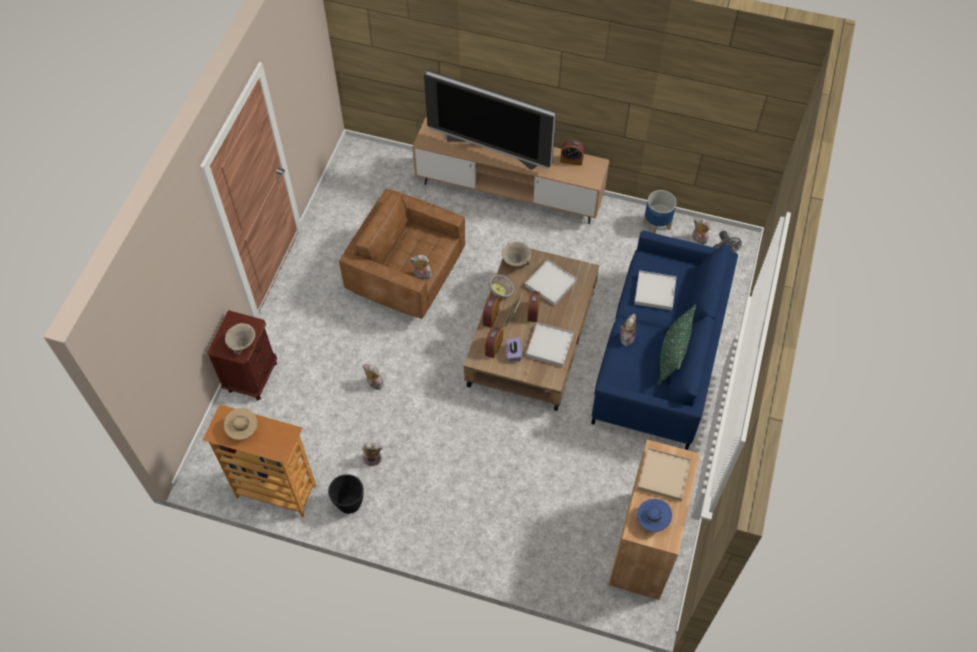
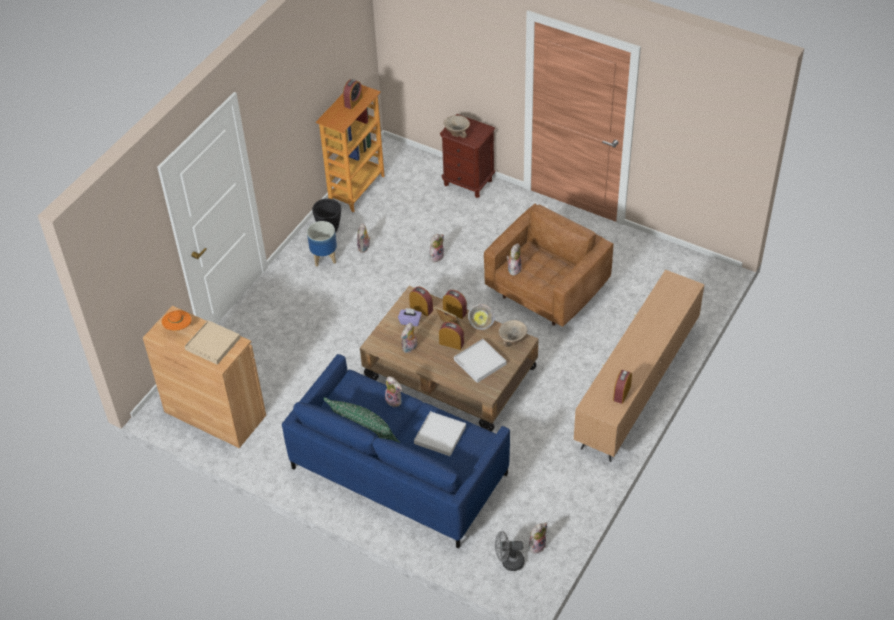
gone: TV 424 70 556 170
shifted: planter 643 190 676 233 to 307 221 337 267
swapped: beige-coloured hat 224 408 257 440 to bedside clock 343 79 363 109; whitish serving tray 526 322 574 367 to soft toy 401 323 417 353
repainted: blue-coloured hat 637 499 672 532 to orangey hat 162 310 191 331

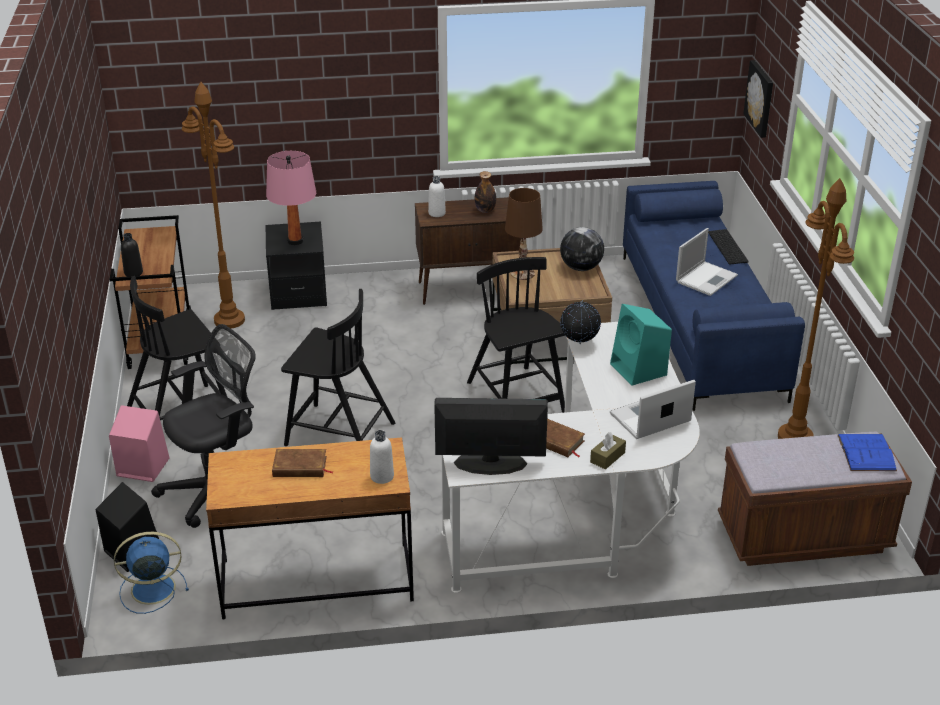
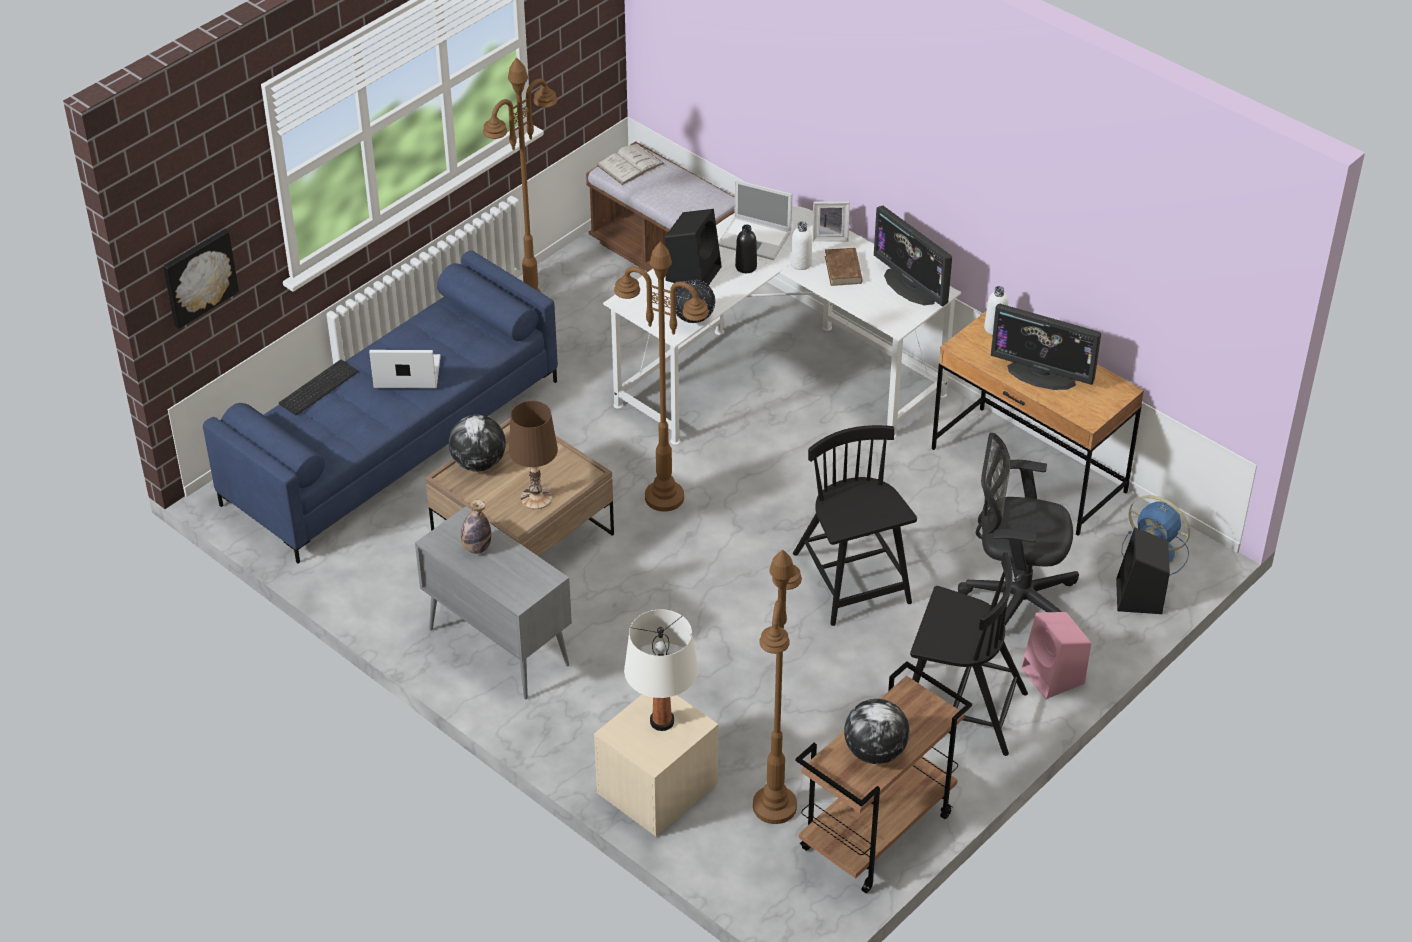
new: desk globe 844 699 909 764
shifted: black beverage bottle 121 233 143 277 to 735 225 757 273; whitish beverage bottle 428 176 446 217 to 790 221 812 270
swapped: brown-coloured book 272 449 333 477 to computer display 991 303 1101 390; black upright chair 467 257 565 413 to brown-coloured standing lamp 614 241 709 512; brown-coloured tissue holder 590 432 626 470 to picture frame 812 201 850 242
repainted: pink lamp for a table 266 151 316 245 to whitish lamp for a table 624 609 698 731; black bedside table 266 222 327 310 to beige-coloured bedside table 594 694 718 836; brown-coloured cabinet 415 197 521 305 to greyish cabinet 415 506 572 700; turquoise-coloured loudspeaker 610 304 672 386 to black loudspeaker 665 209 722 285; blue-coloured book 838 434 897 471 to whitish book 597 144 664 185

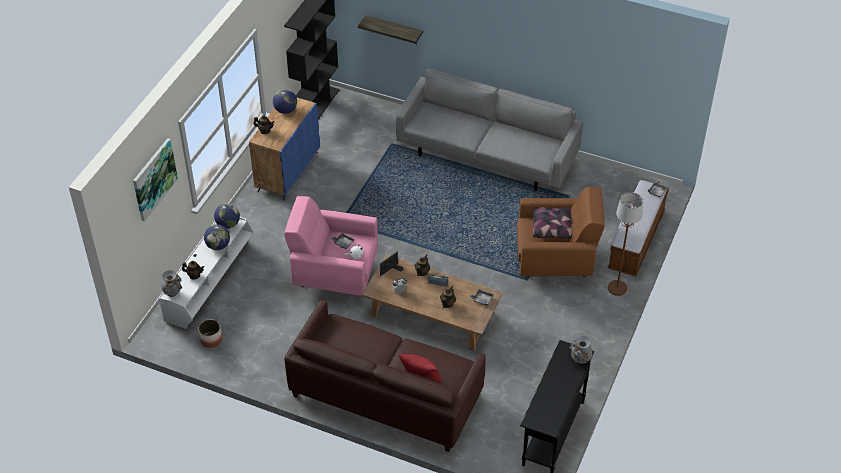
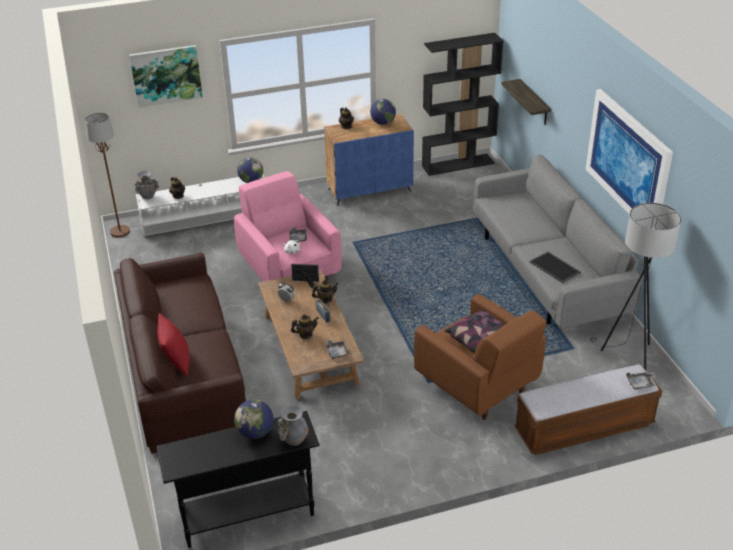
gone: planter 198 319 223 348
new: serving tray 530 252 581 283; wall art 586 89 673 215; greyish standing lamp 590 203 681 370
shifted: desk globe 204 224 230 250 to 234 399 273 439; brown-coloured standing lamp 608 192 643 296 to 85 113 130 237

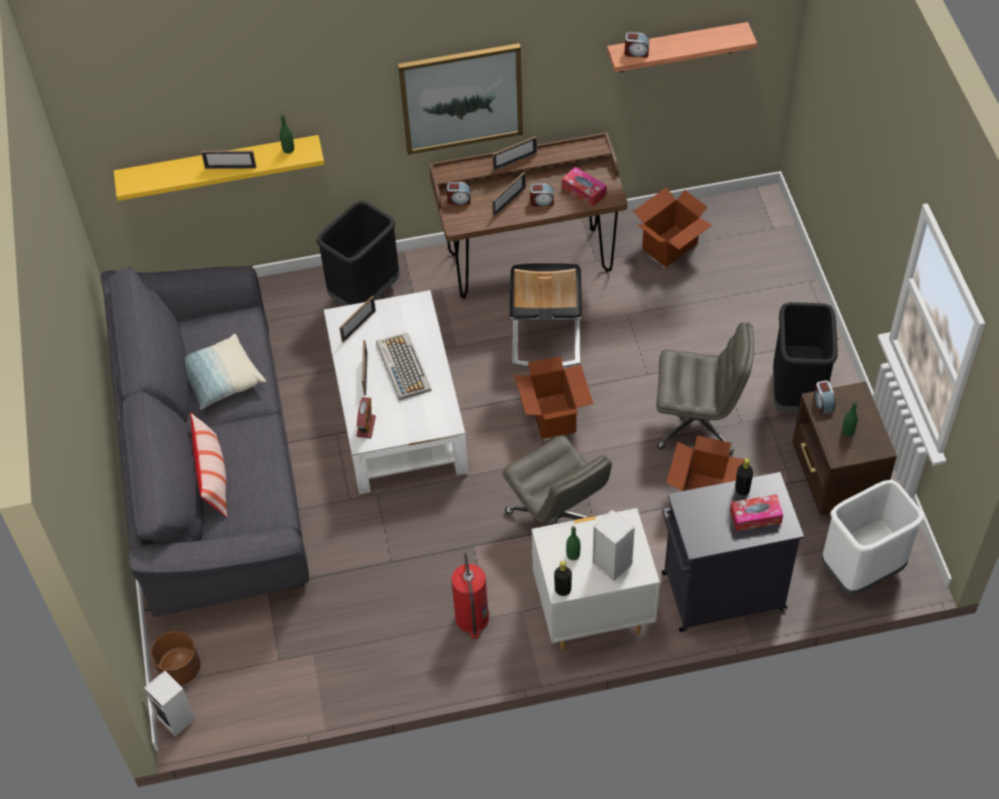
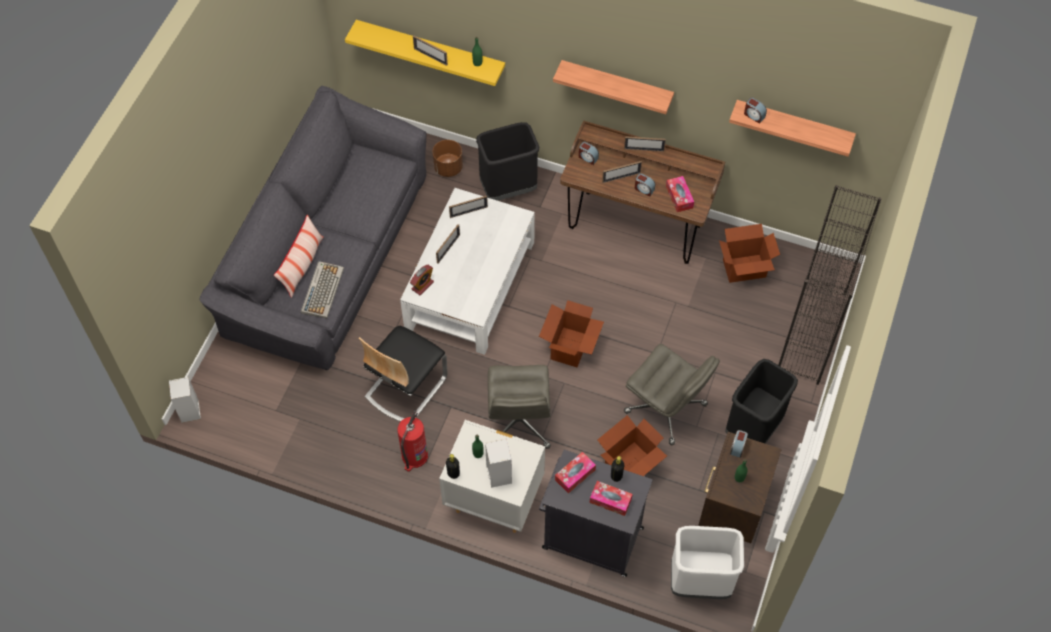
gone: throw pillow 185 334 266 410
new: tissue holder 555 452 596 493; black shelving unit 778 185 882 385
shifted: brown-coloured planter 151 631 200 685 to 433 140 463 177; PC keyboard 376 333 432 401 to 301 261 344 318; upright chair 510 263 582 367 to 359 326 448 422
swapped: wall art 398 43 523 155 to shelf 553 60 674 114

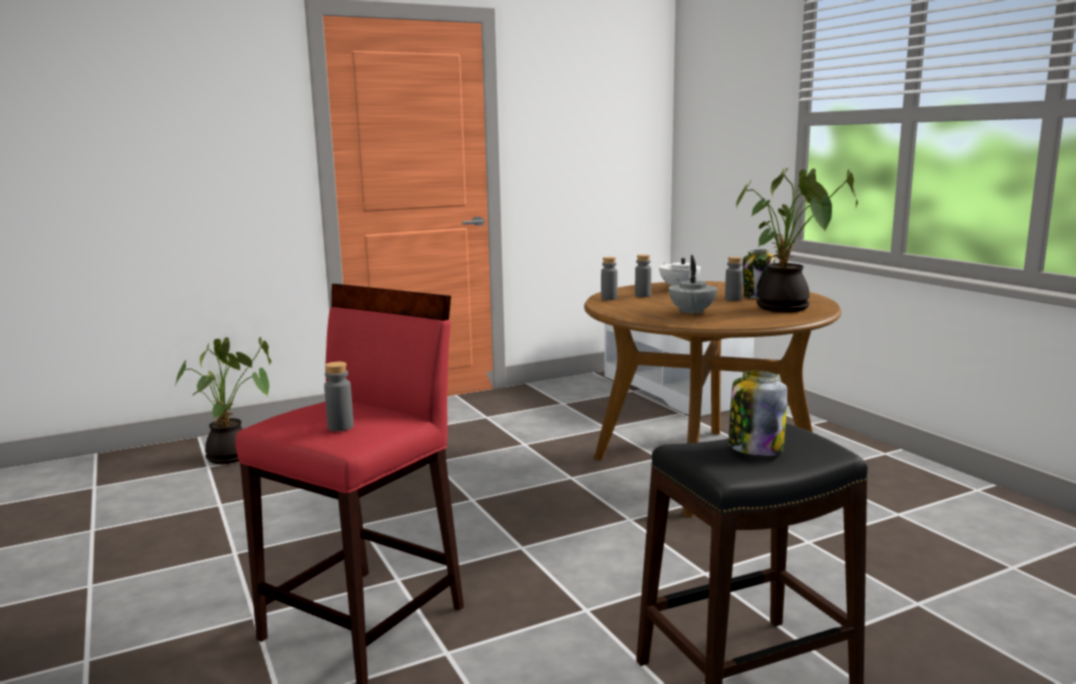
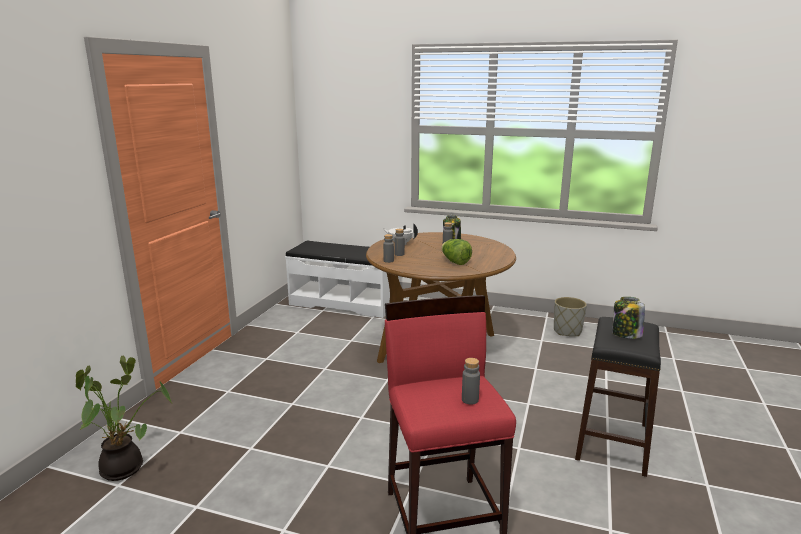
gone: potted plant 736 168 858 312
new: greyish planter 554 297 587 336
swapped: greyish pot for tea 669 267 717 316 to lettuce head 441 239 472 265

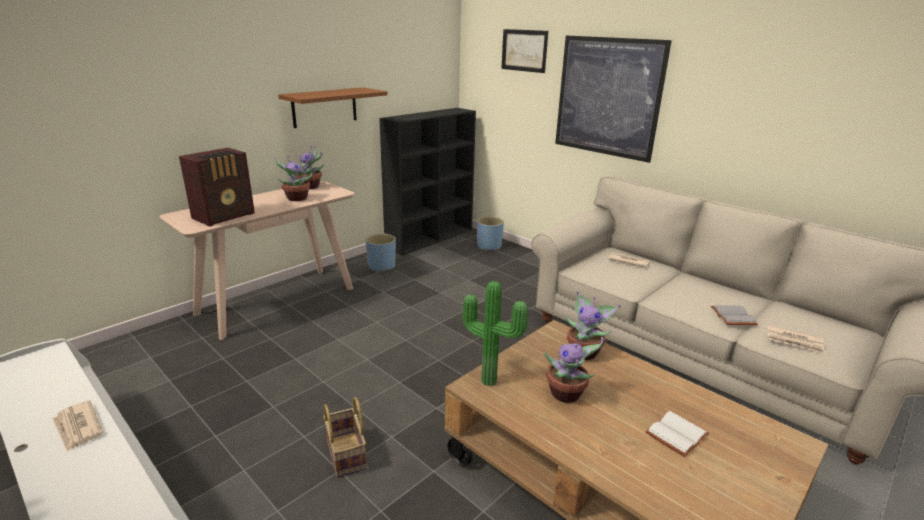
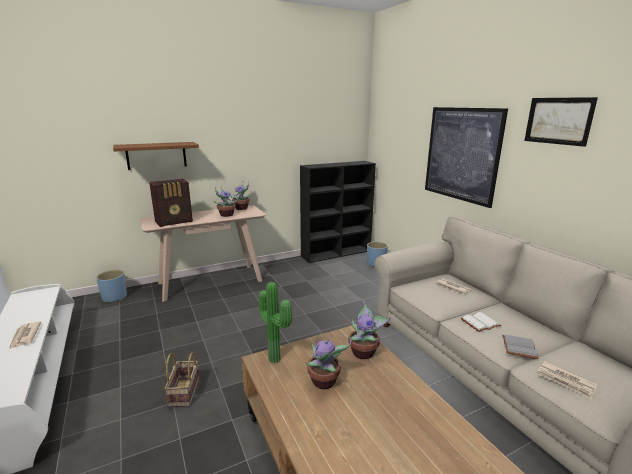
shifted: brown-coloured shelf 278 87 388 128 to 113 142 199 170; blue-coloured planter 366 233 396 272 to 96 270 127 302; wall art 501 29 548 73 to 524 97 598 147; whitish book 646 411 709 457 to 461 312 501 332

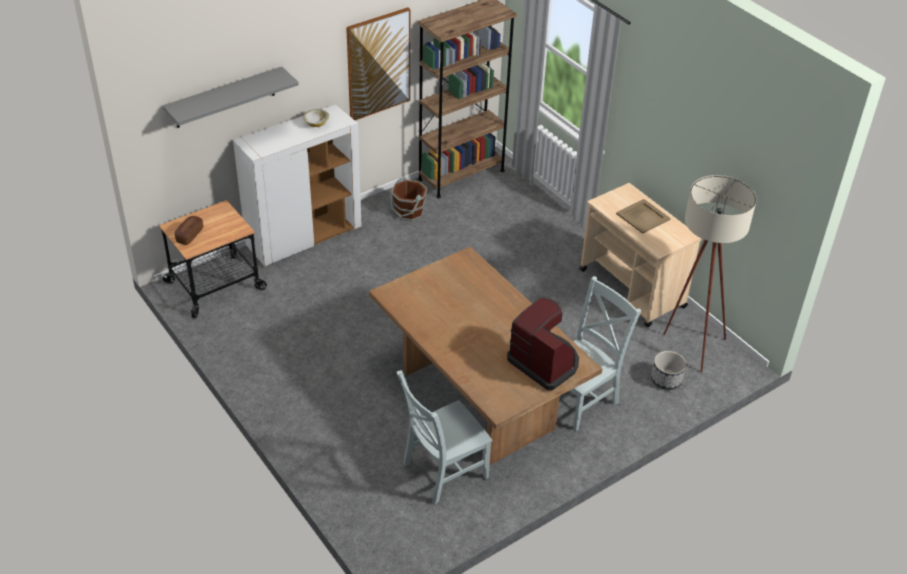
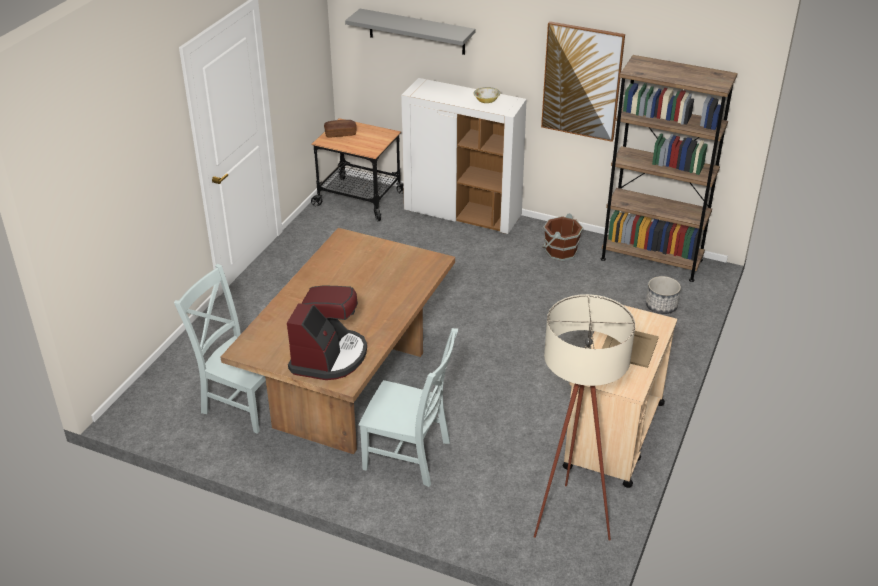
shifted: planter 651 351 686 390 to 646 276 681 314

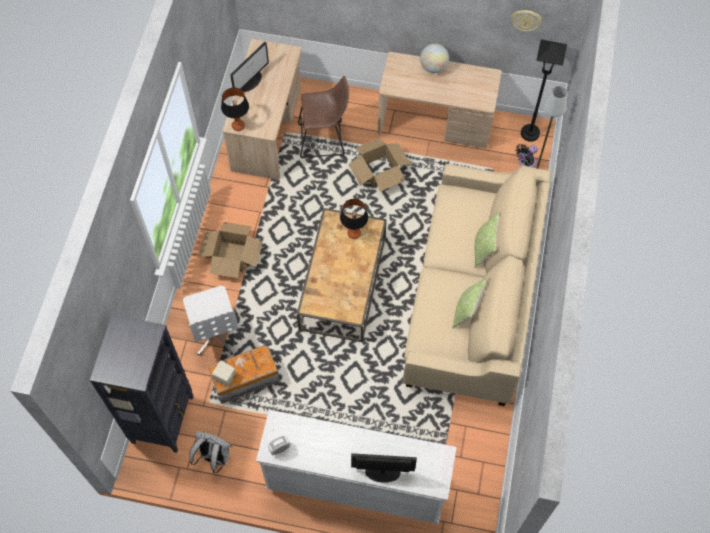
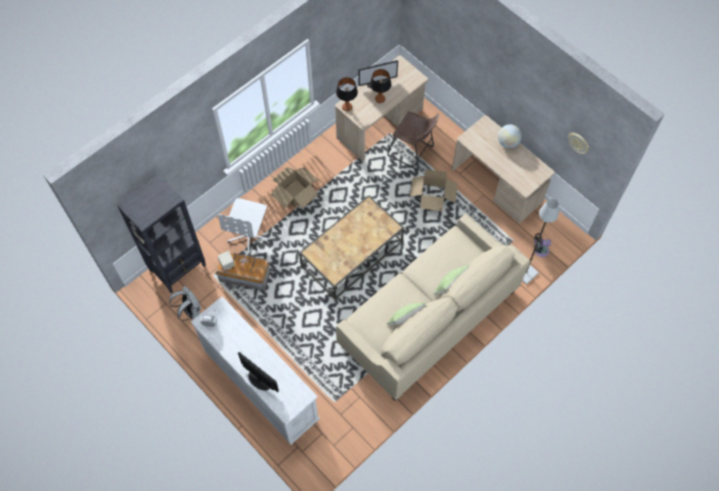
gone: black standing lamp 521 39 567 142
shifted: lamp for a table 340 199 368 239 to 370 69 391 103

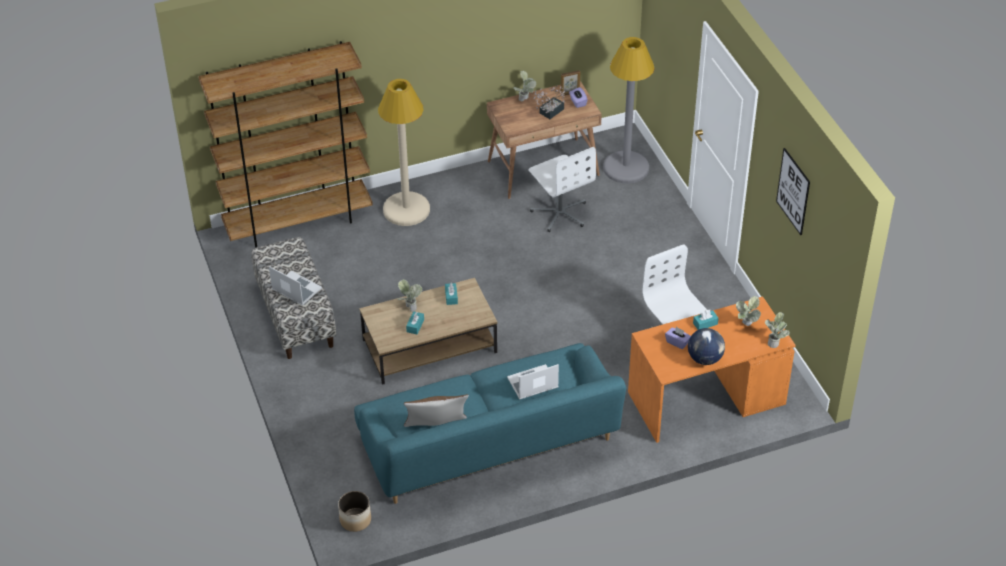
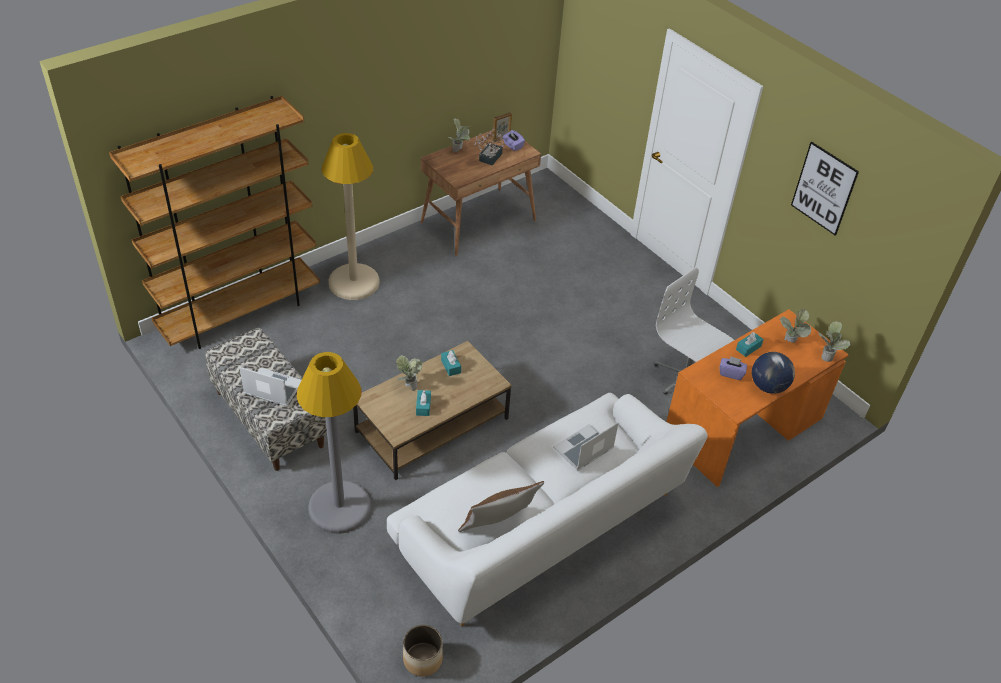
gone: whitish office chair 528 147 596 232
shifted: greyish standing lamp 603 37 655 184 to 297 352 371 534
repainted: turquoise-coloured sofa 354 343 626 504 to whitish sofa 387 393 708 626

